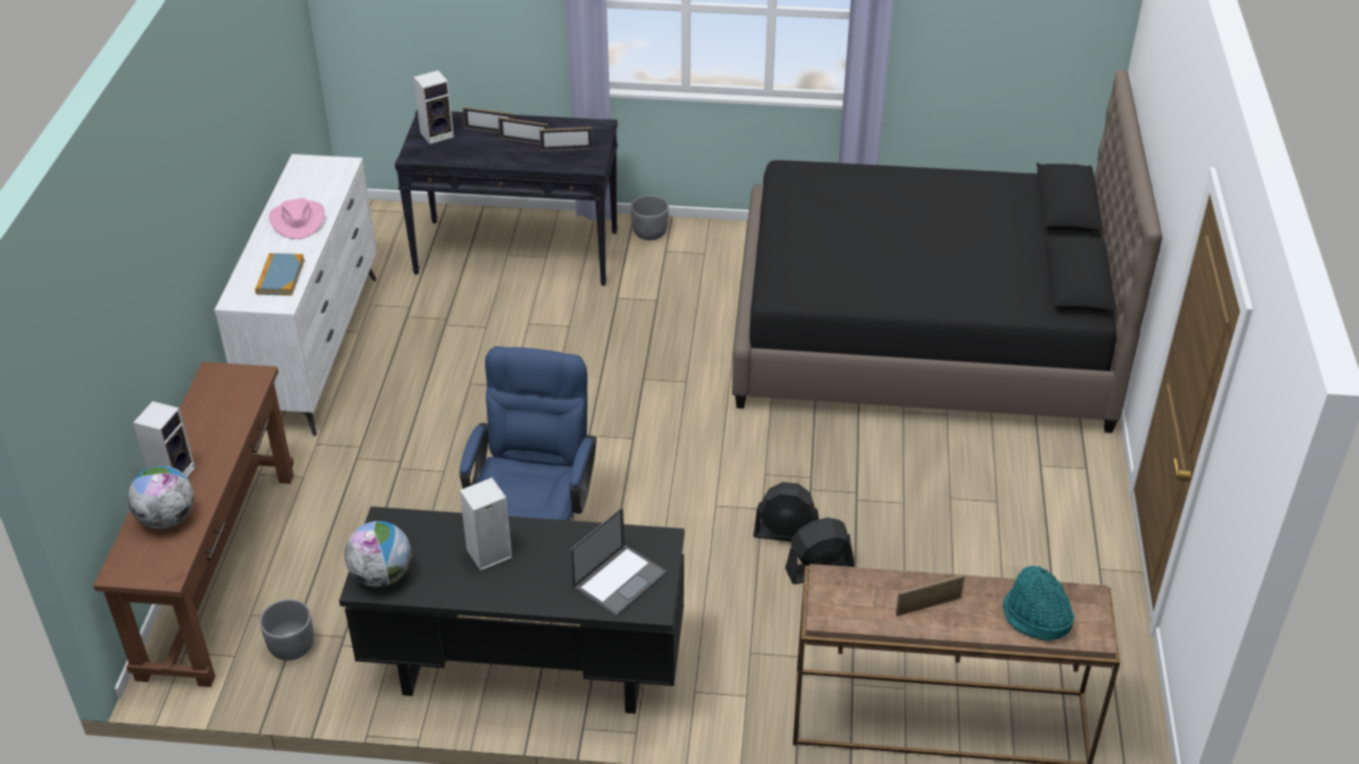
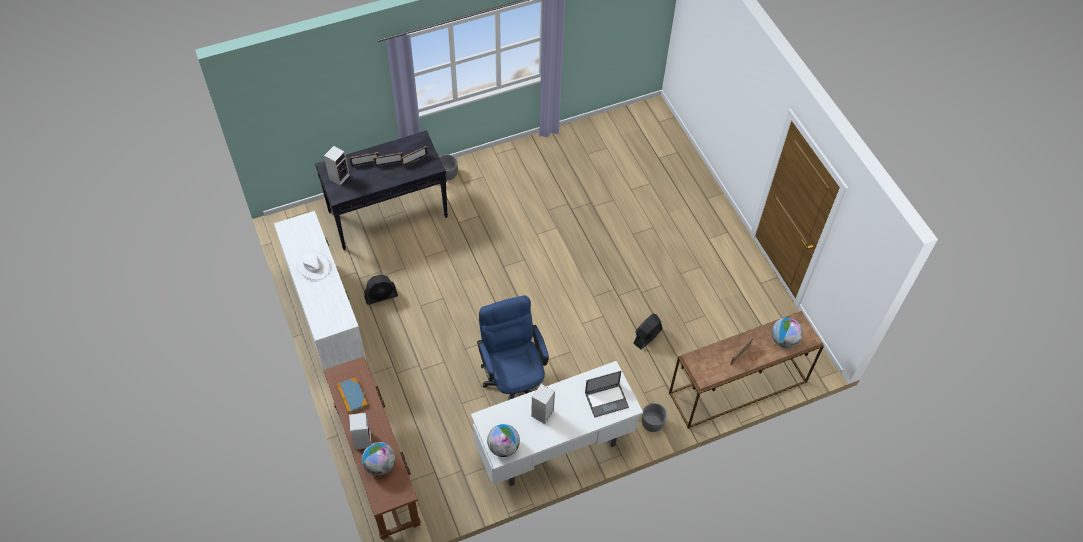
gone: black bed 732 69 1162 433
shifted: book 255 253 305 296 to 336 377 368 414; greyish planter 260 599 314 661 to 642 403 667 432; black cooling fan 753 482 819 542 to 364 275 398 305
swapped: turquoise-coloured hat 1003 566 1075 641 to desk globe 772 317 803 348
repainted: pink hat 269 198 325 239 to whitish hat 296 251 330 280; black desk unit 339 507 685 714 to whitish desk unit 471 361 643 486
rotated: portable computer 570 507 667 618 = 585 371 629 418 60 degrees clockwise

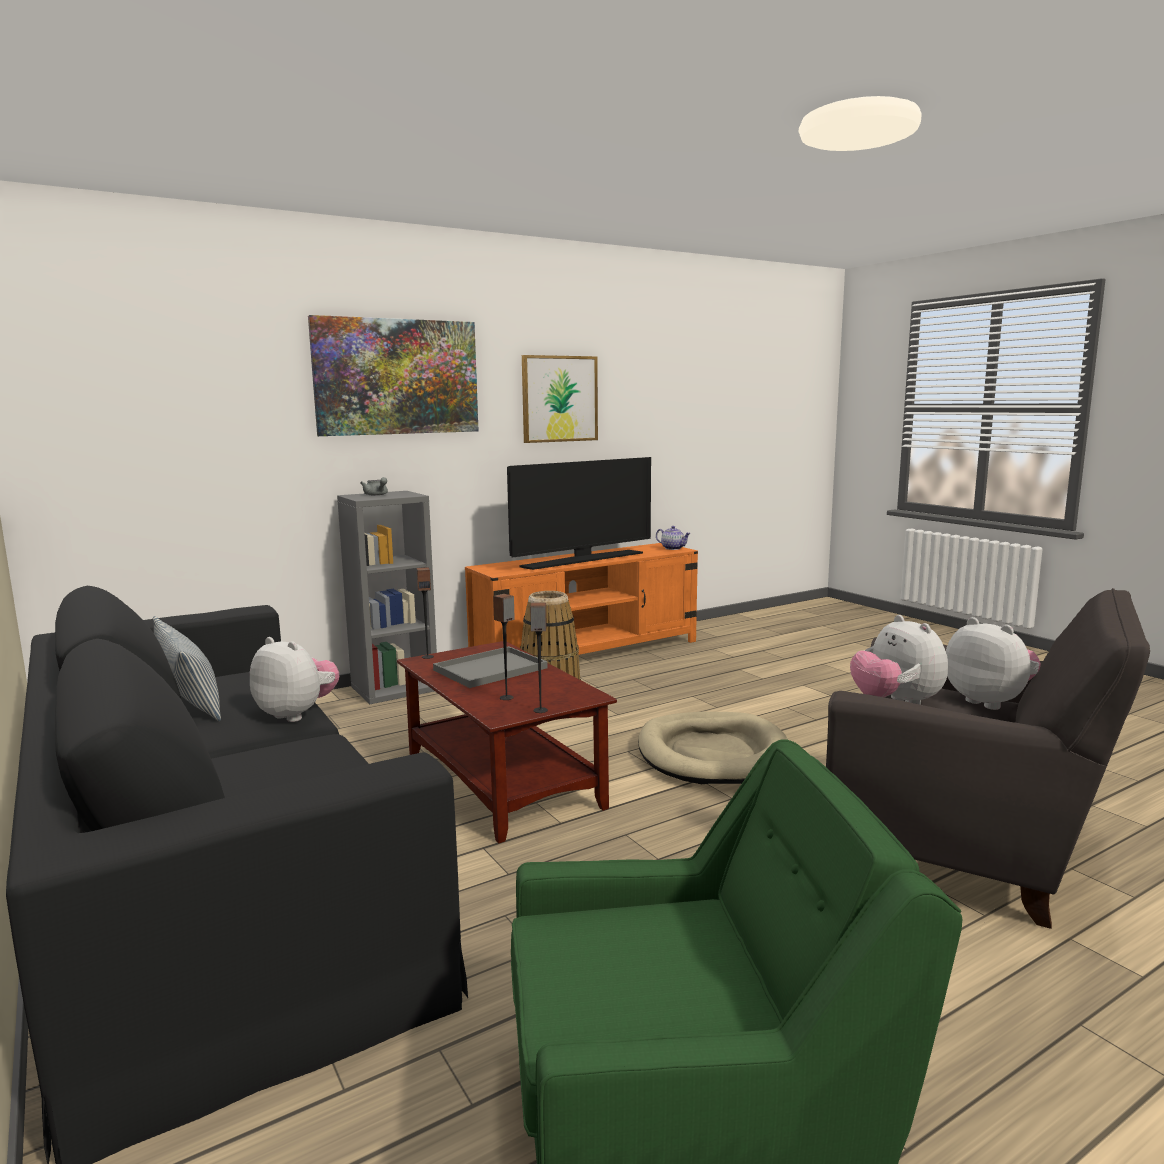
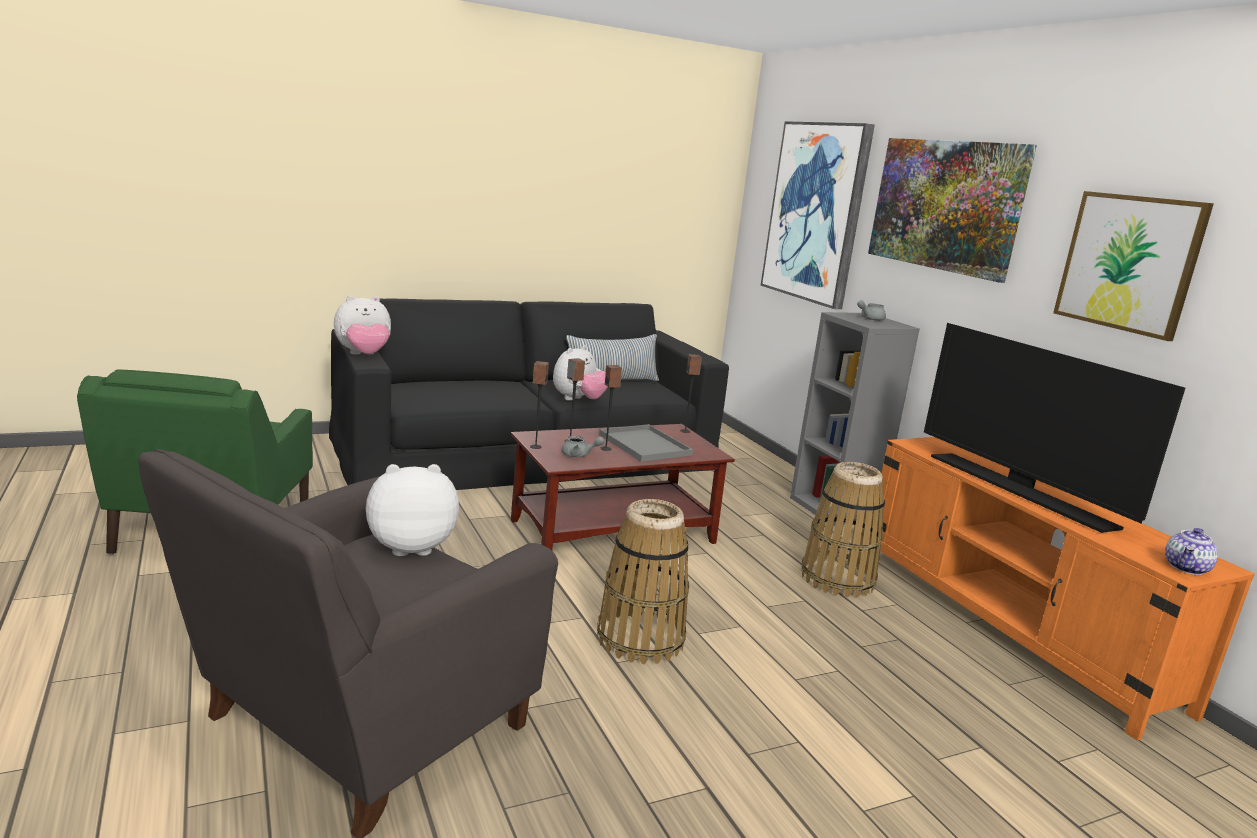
new: greyish pot for tea 562 436 604 457; loudspeaker 600 365 622 451; wall art 761 121 875 309
shifted: soft toy 946 617 1041 710 to 334 296 391 355
swapped: beige-coloured pet bed 638 712 788 784 to basket 597 499 689 664

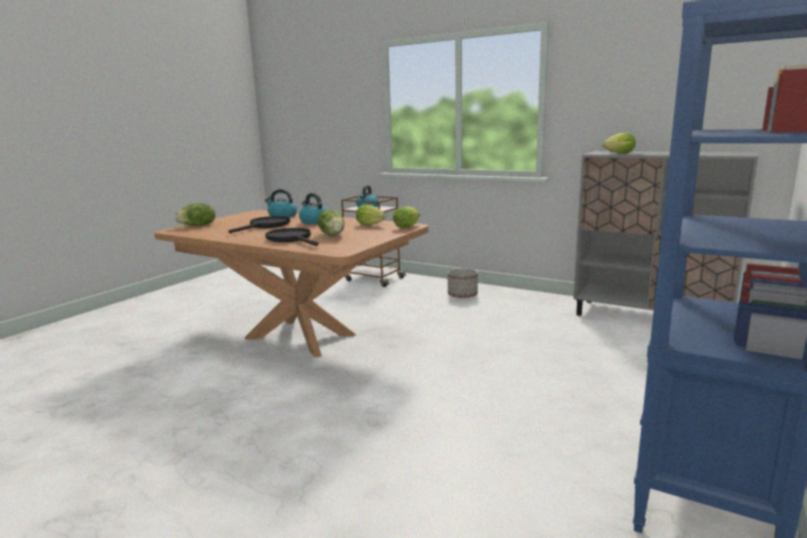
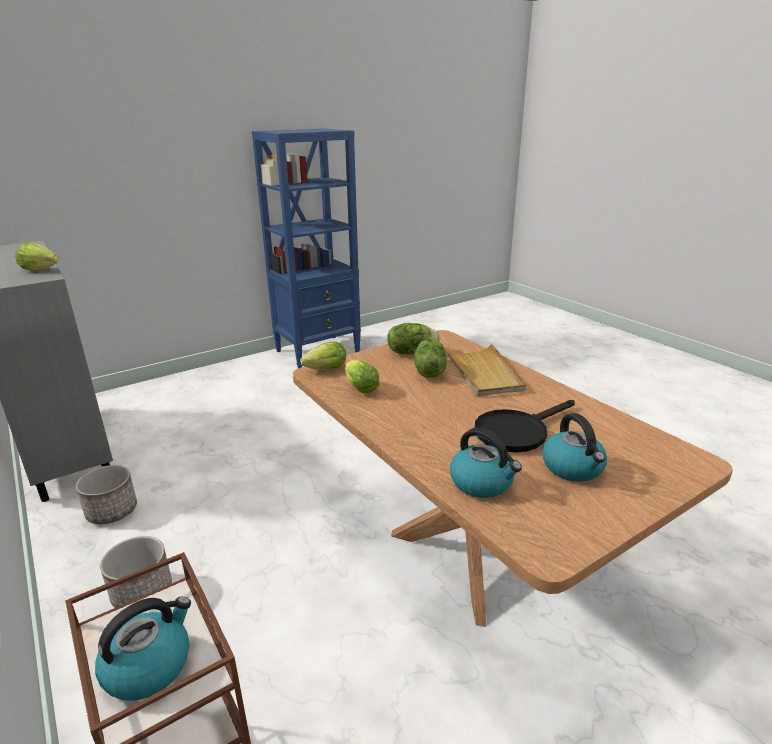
new: planter 76 465 137 524
shifted: lettuce head 174 203 215 226 to 387 323 440 355; water kettle 299 193 328 224 to 542 413 607 482
swapped: black skillet 265 228 319 246 to beige-coloured serving tray 445 343 526 396

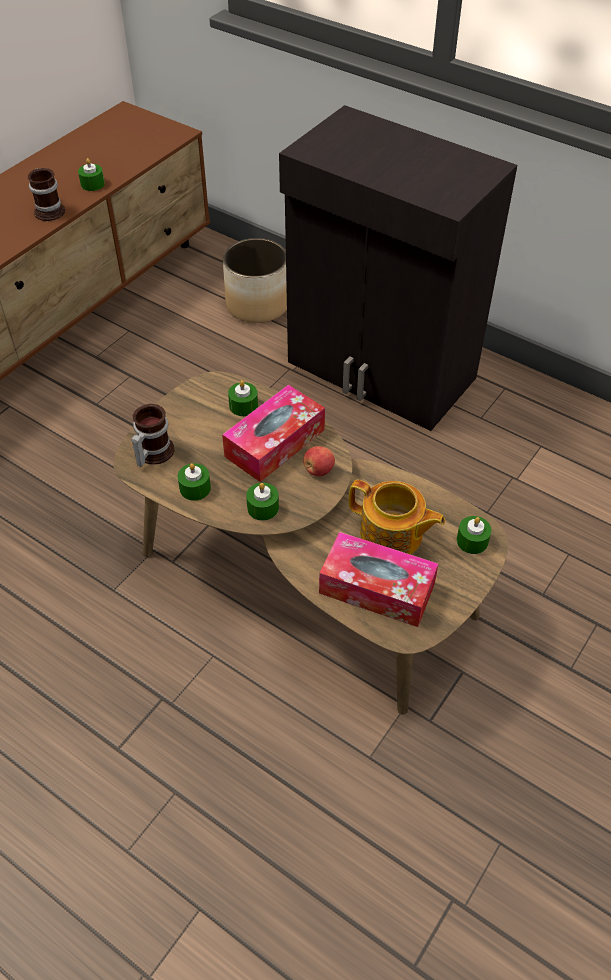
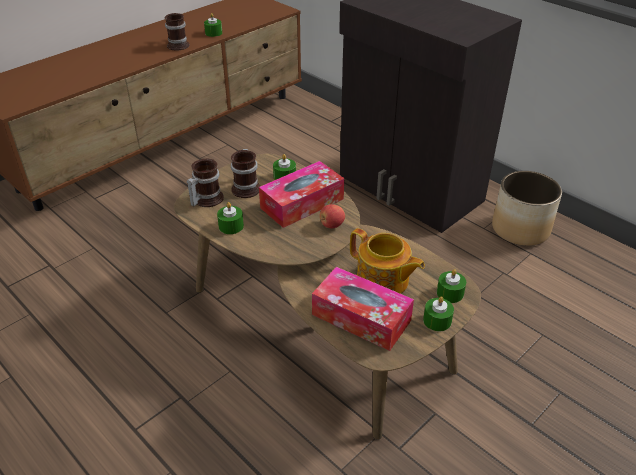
new: mug 231 149 260 198
shifted: planter 223 238 287 323 to 492 171 562 246; green-coloured wax candle 246 483 279 521 to 423 297 454 331

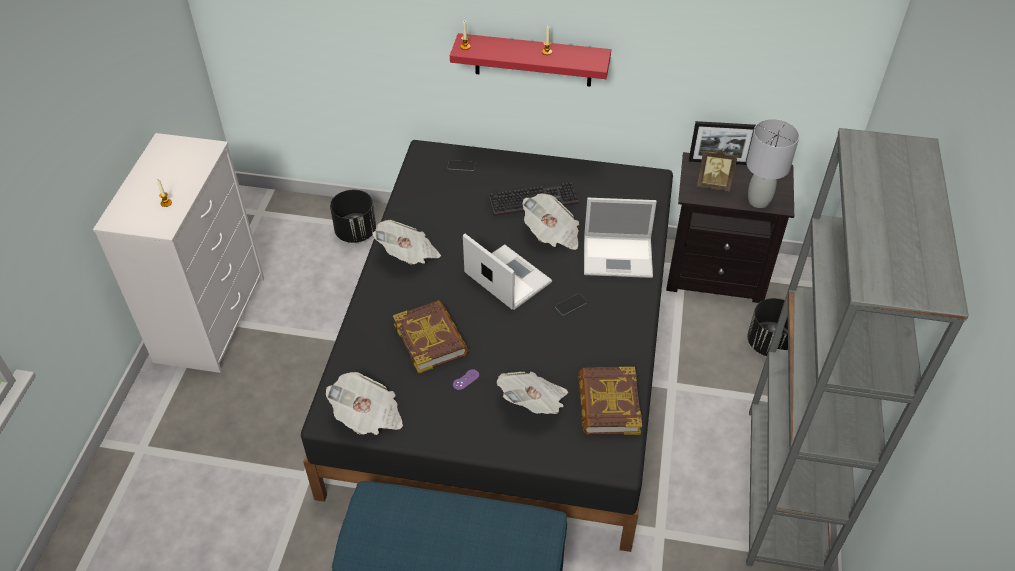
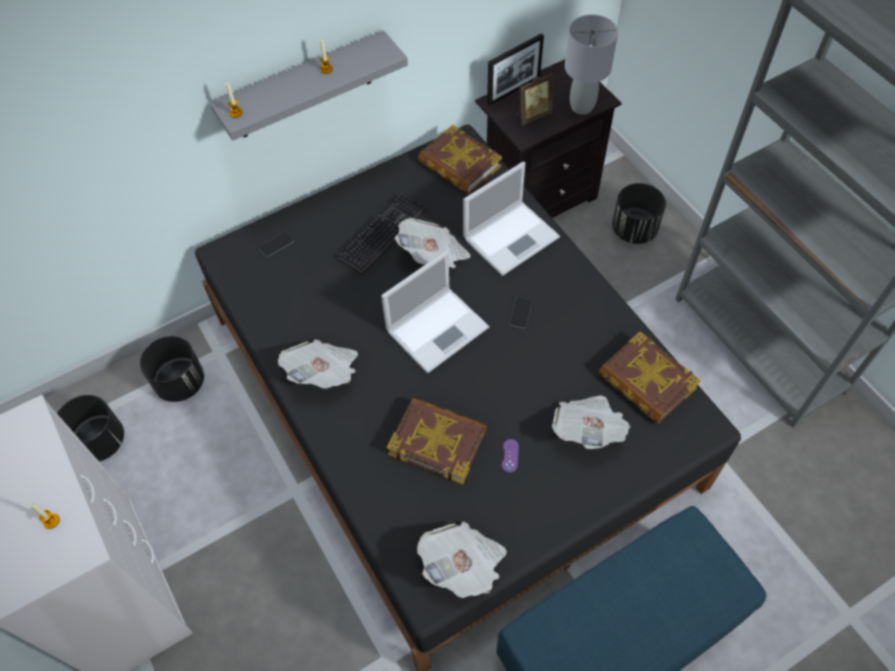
new: black planter 57 395 124 462; book 418 125 502 194
repainted: red-coloured shelf 450 33 611 87 to greyish shelf 210 30 408 141
rotated: portable computer 463 234 552 310 = 381 251 490 373 135 degrees clockwise

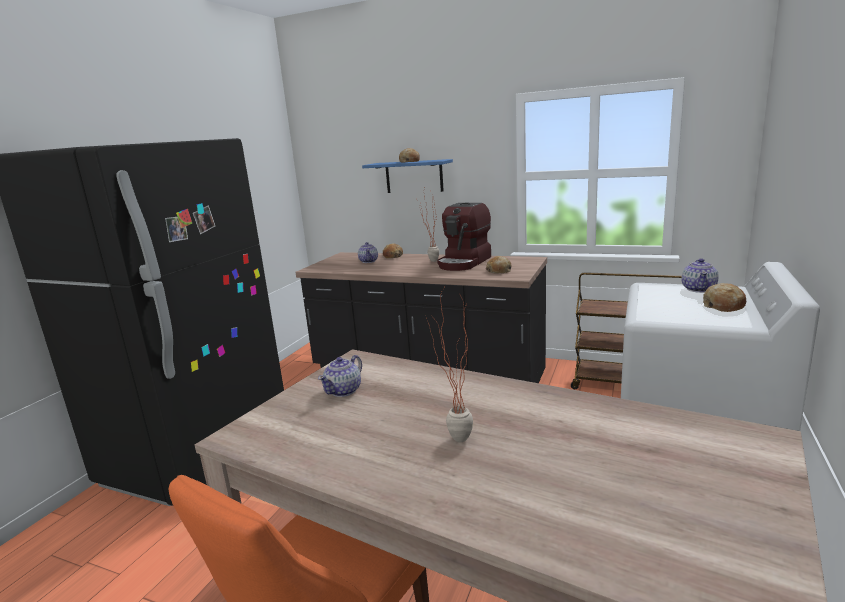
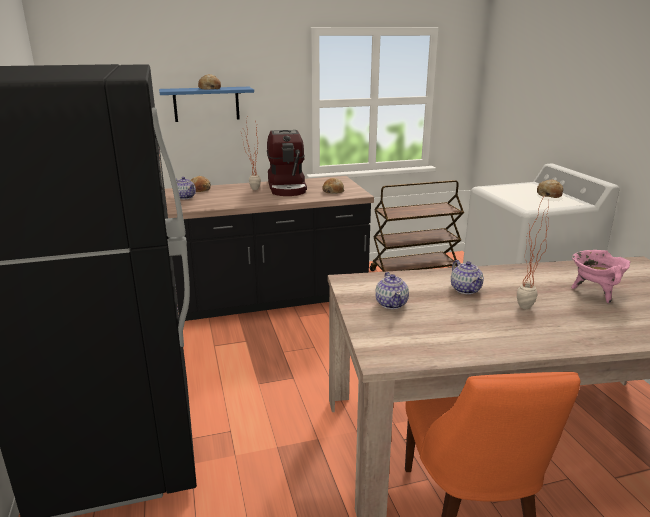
new: pink cooking pot 571 250 630 303
shifted: pot for tea 681 258 719 293 to 451 260 484 294

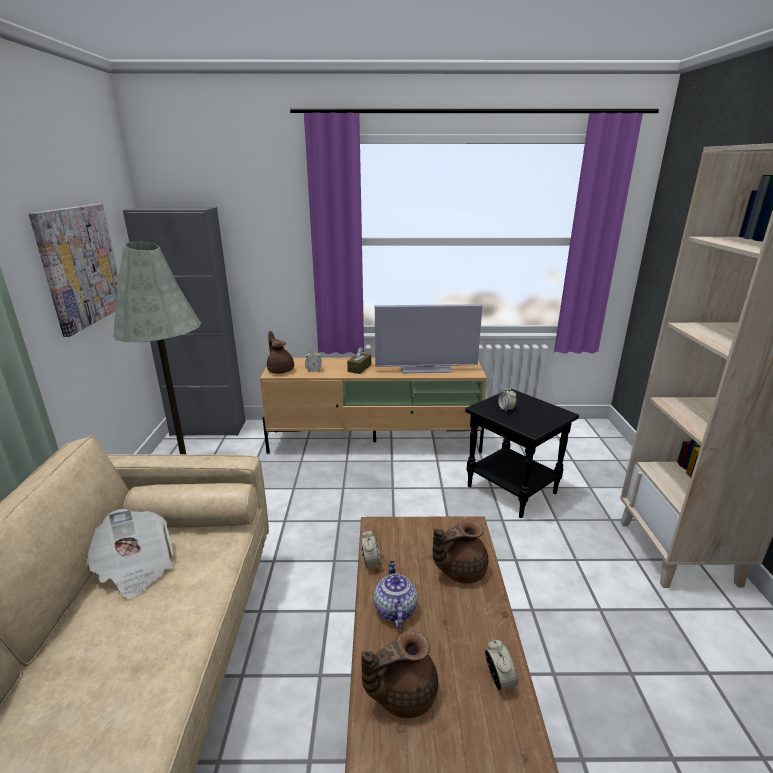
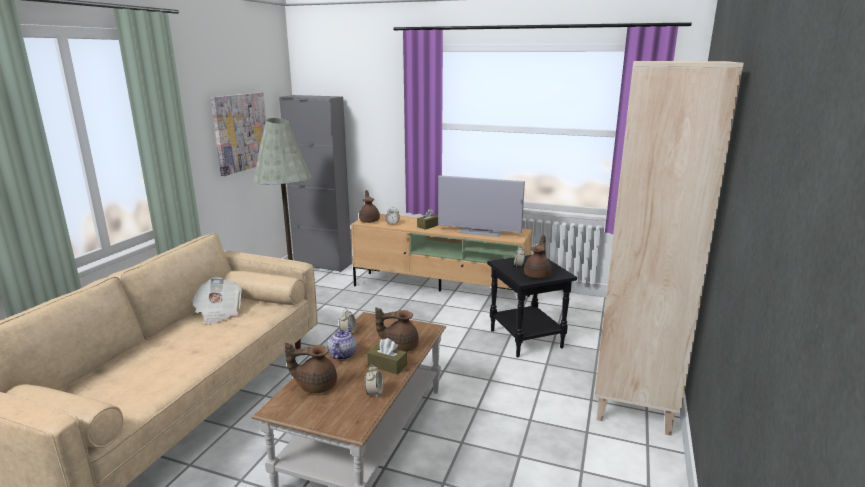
new: brown-coloured tissue holder 367 338 407 374; brown-coloured pot for tea 524 235 552 278

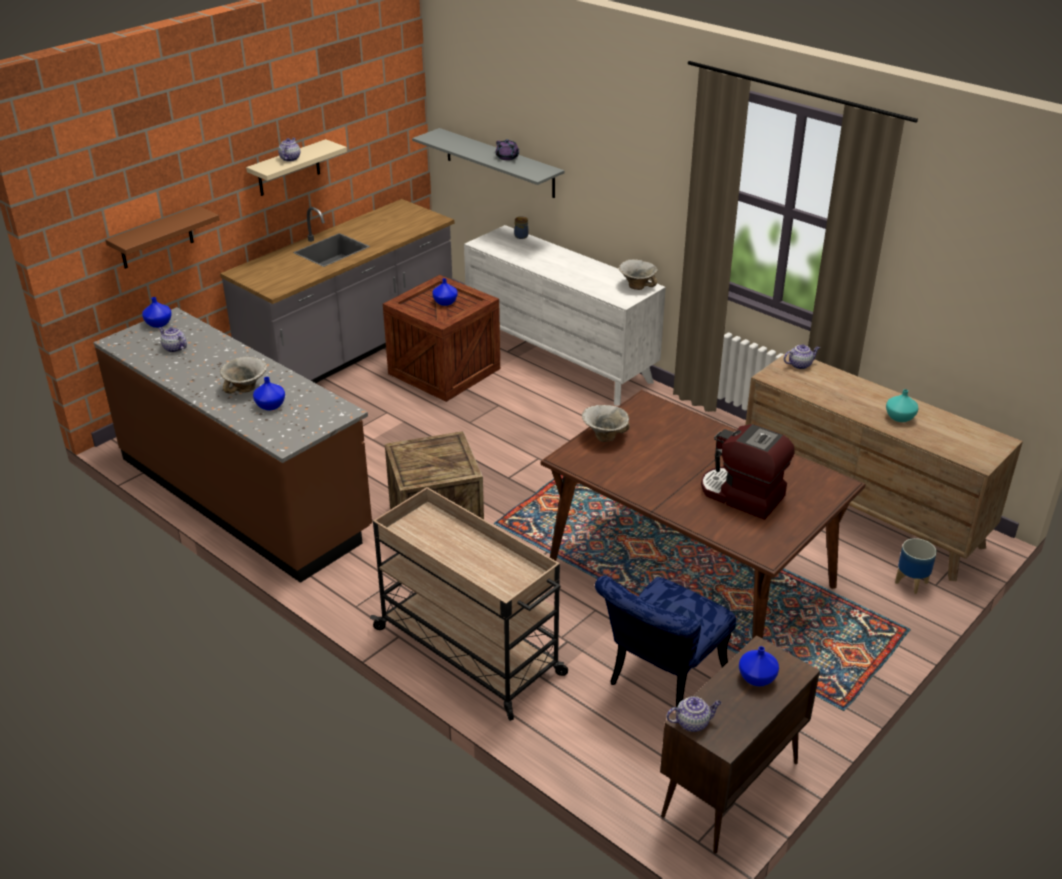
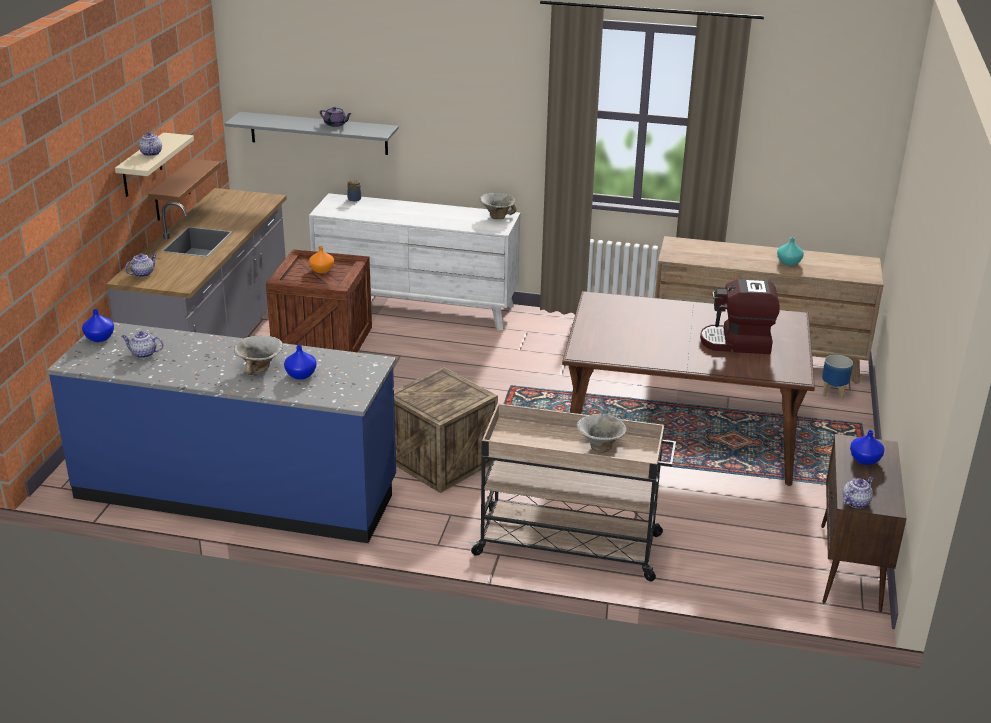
gone: blue-coloured upright chair 595 576 736 707
shifted: brown-coloured shelf 106 206 220 269 to 148 159 221 221; serving bowl 582 405 630 442 to 576 414 627 453; pot for tea 784 345 820 369 to 125 253 157 277
repainted: brown-coloured kitchen base unit 93 307 372 583 to blue-coloured kitchen base unit 47 322 396 543; blue-coloured flower vase 432 278 458 306 to orangey flower vase 309 246 334 273

